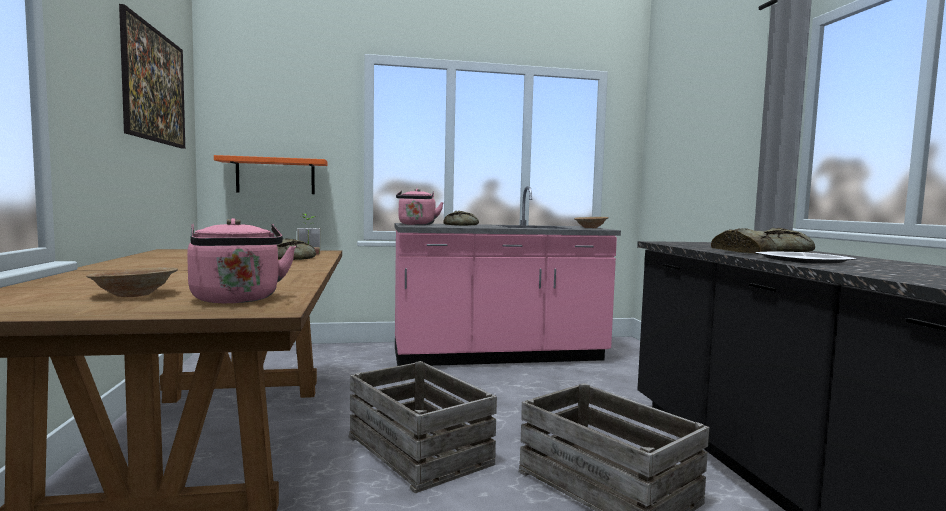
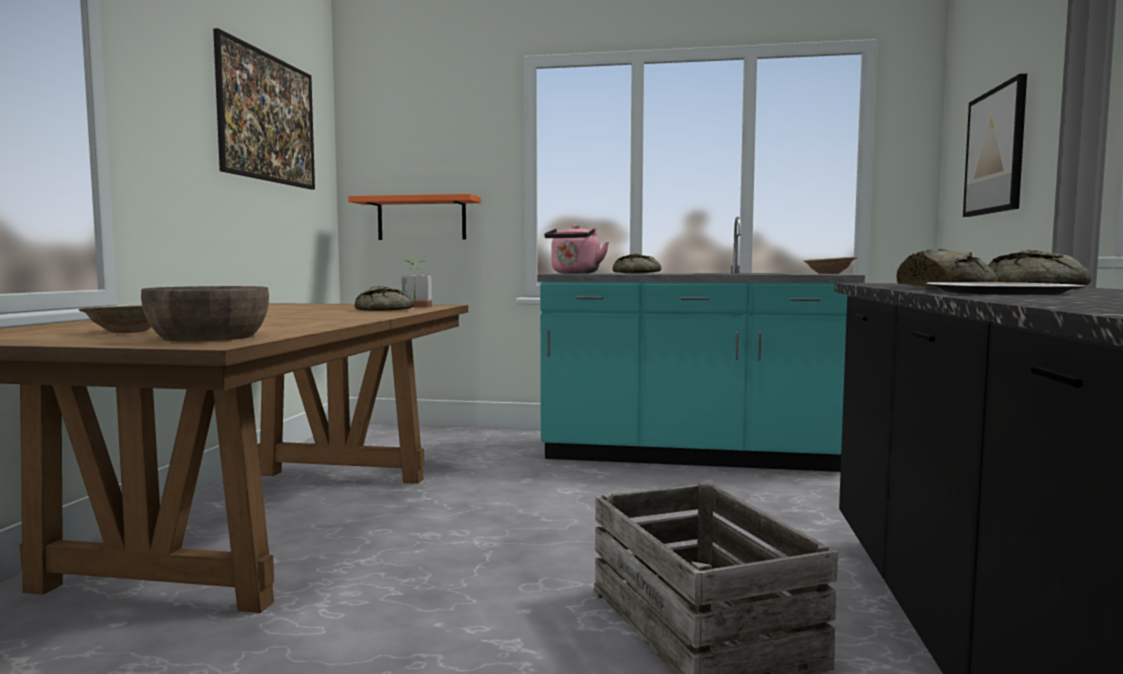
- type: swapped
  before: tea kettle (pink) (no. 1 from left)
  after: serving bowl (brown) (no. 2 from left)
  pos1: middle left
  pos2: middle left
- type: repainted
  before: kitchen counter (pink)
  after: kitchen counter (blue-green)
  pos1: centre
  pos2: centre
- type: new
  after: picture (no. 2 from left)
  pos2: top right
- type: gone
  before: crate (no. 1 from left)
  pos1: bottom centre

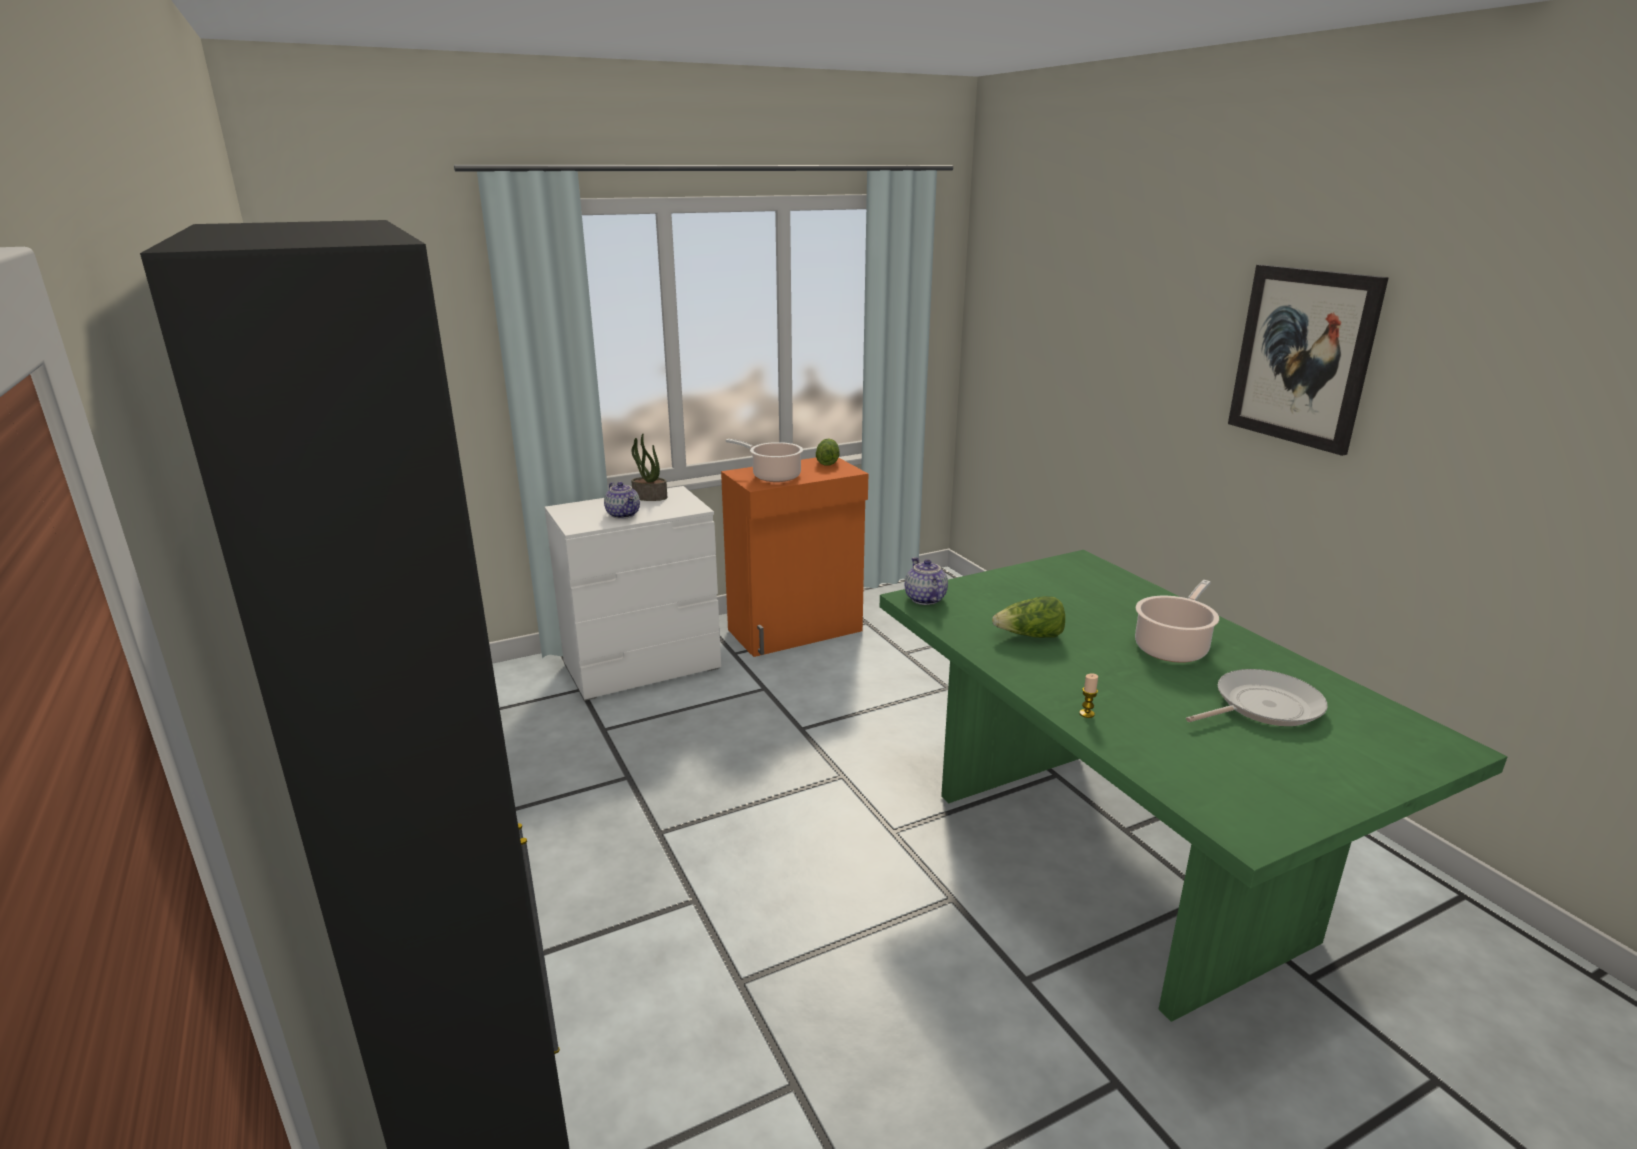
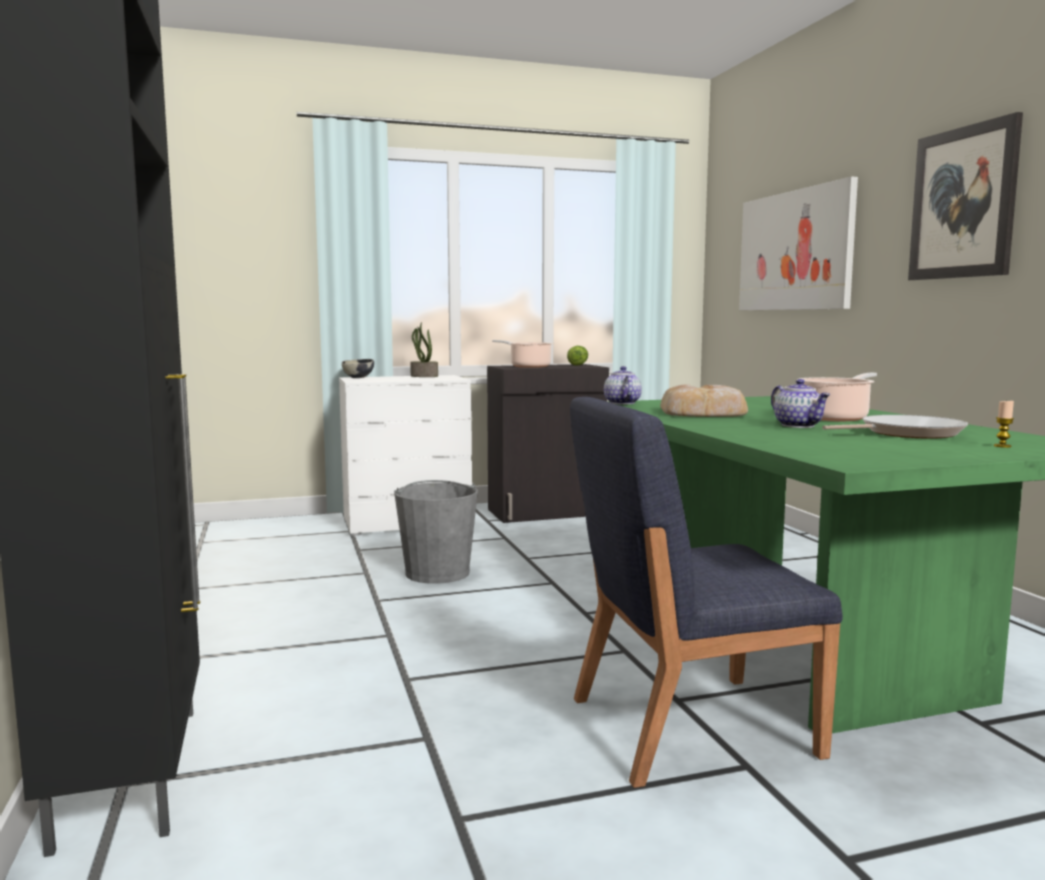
- type: new
  after: serving bowl
  pos2: centre
- type: new
  after: water bucket (grey)
  pos2: centre
- type: repainted
  before: storage cabinet (orangey)
  after: storage cabinet (black-coloured) (no. 2 from left)
  pos1: centre
  pos2: centre
- type: new
  after: upright chair (blue)
  pos2: bottom right
- type: swapped
  before: lettuce (no. 2 from left)
  after: baked bread
  pos1: centre
  pos2: middle right
- type: new
  after: picture (no. 1 from left)
  pos2: top right
- type: shifted
  before: teapot (no. 1 from left in the first image)
  after: teapot (no. 2 from left)
  pos1: centre
  pos2: middle right
- type: shifted
  before: wax light
  pos1: centre
  pos2: middle right

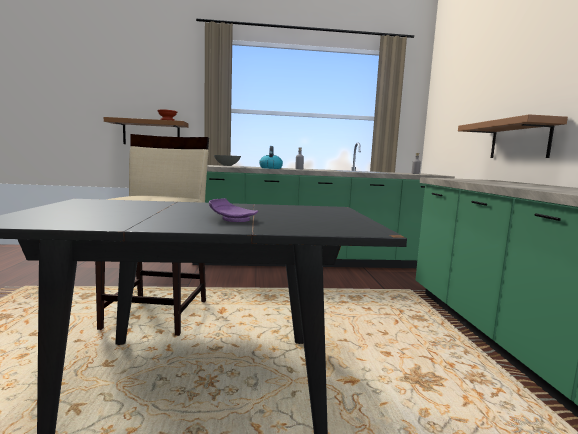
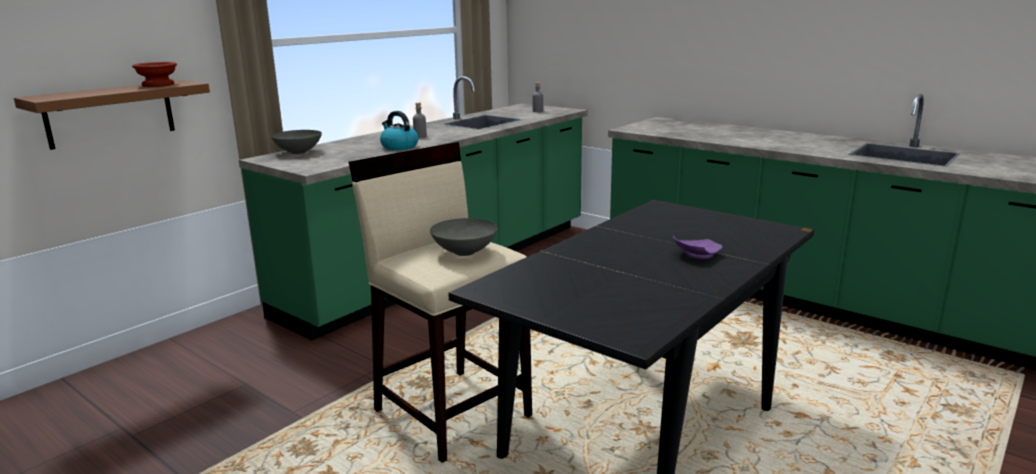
- type: new
  after: serving bowl (grey) (no. 2 from left)
  pos2: centre
- type: gone
  before: shelf (brown) (no. 2 from left)
  pos1: top right

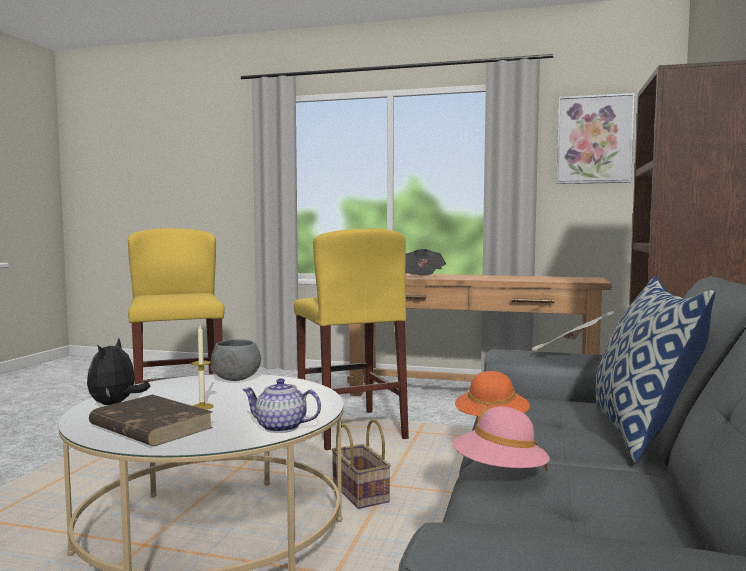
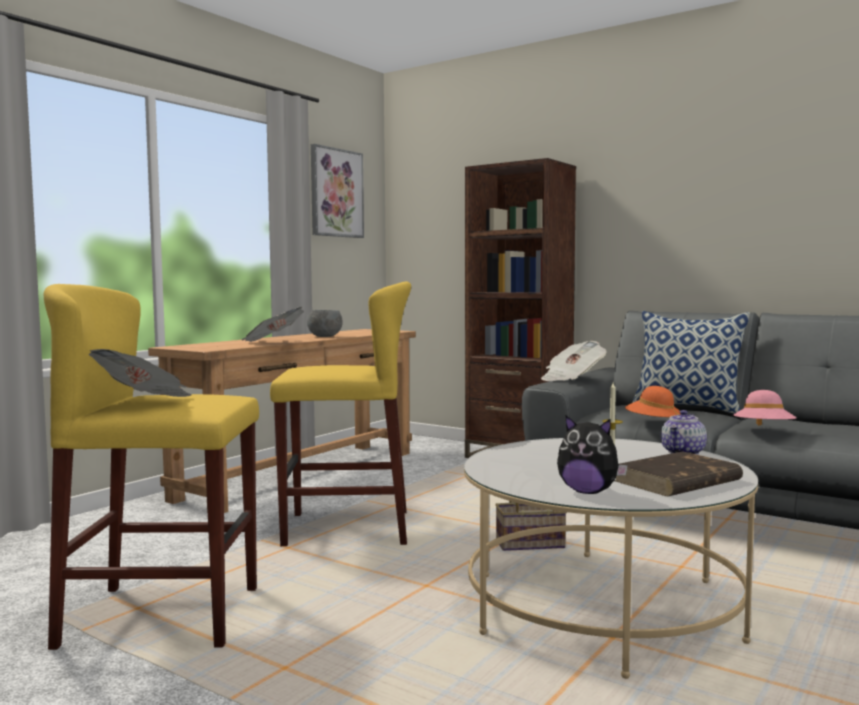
- type: new
  after: newspaper (no. 1 from left)
  pos2: middle left
- type: shifted
  before: serving bowl (grey)
  pos1: middle left
  pos2: centre

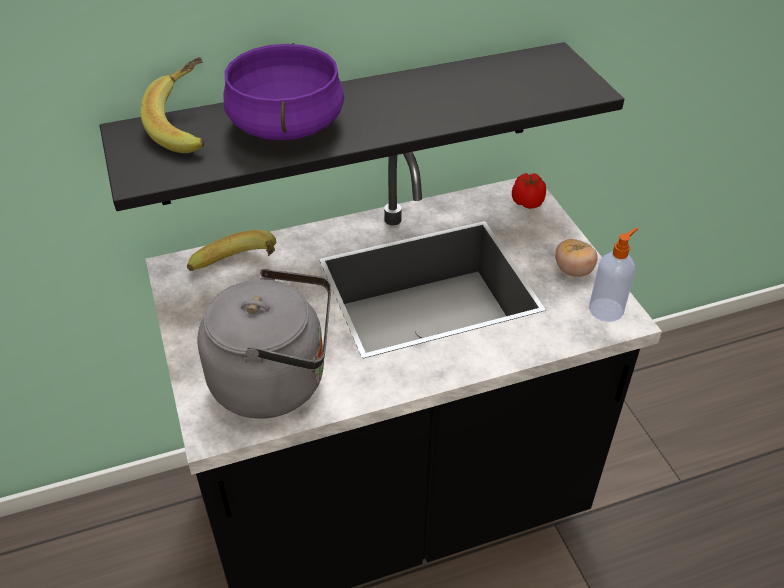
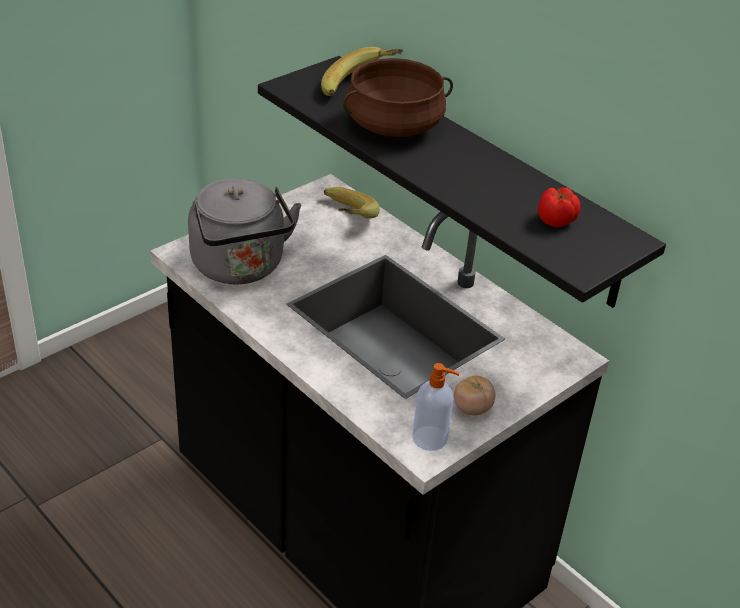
- type: repainted
  before: saucepot (purplish)
  after: saucepot (brown)
  pos1: top centre
  pos2: top centre
- type: shifted
  before: whole tomato (no. 1 from left in the first image)
  after: whole tomato (no. 2 from left)
  pos1: top right
  pos2: middle right

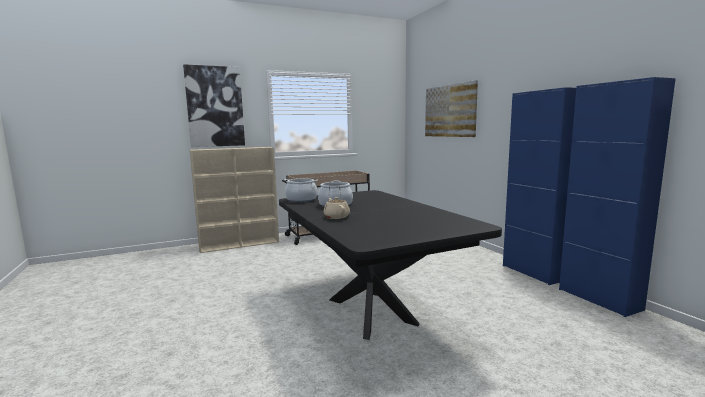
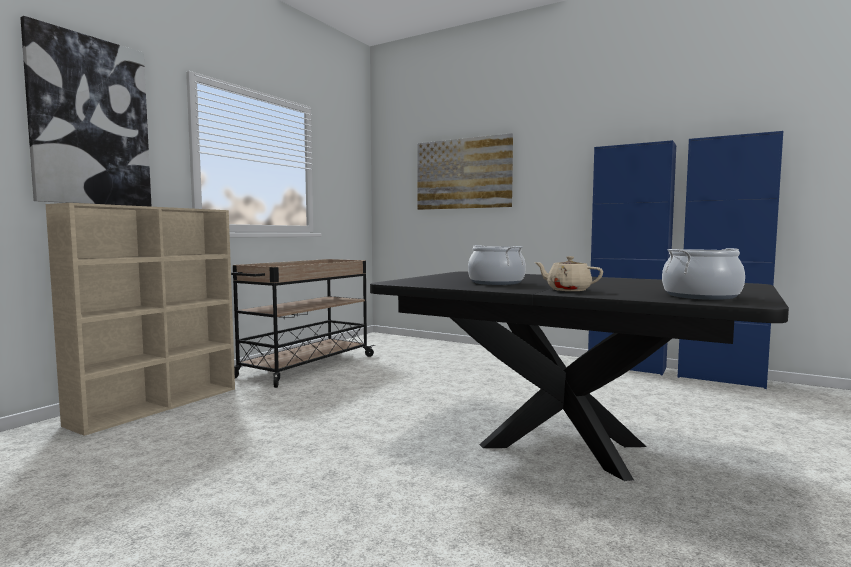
- type: shifted
  before: saucepot (no. 1 from left in the first image)
  after: saucepot (no. 2 from left)
  pos1: centre
  pos2: middle right

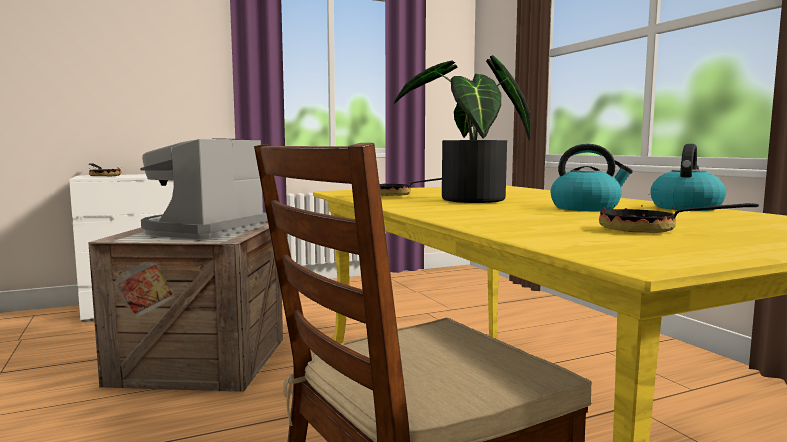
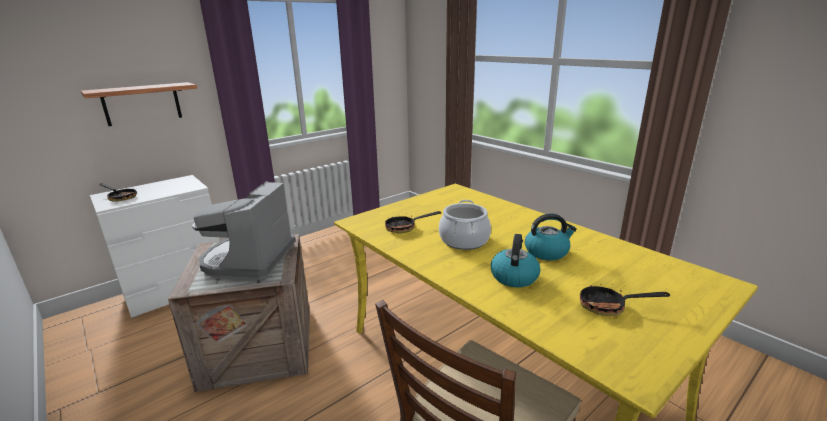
- type: new
  after: shelf
  pos2: top left
- type: swapped
  before: houseplant
  after: saucepot
  pos1: top centre
  pos2: centre
- type: shifted
  before: tea kettle (no. 2 from left in the first image)
  after: tea kettle (no. 1 from left)
  pos1: middle right
  pos2: centre

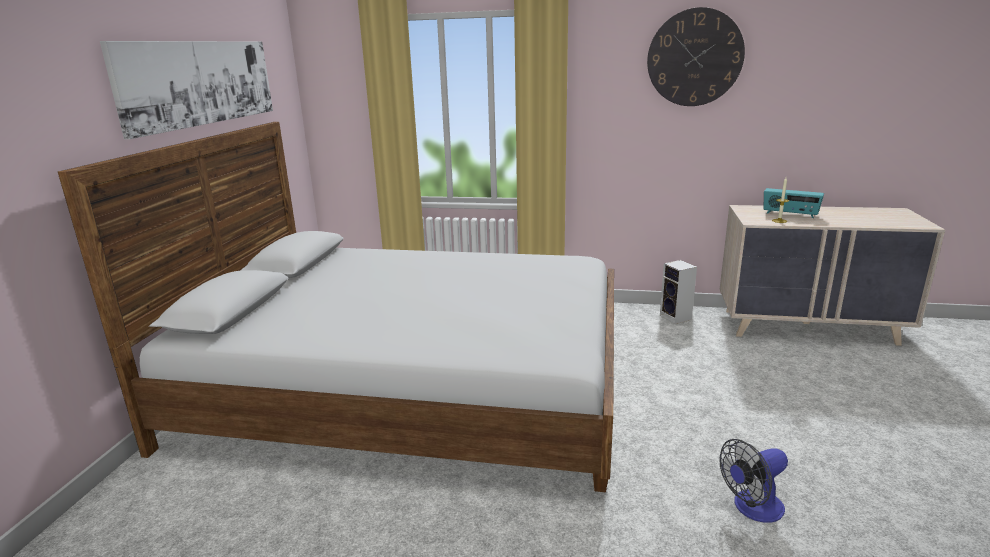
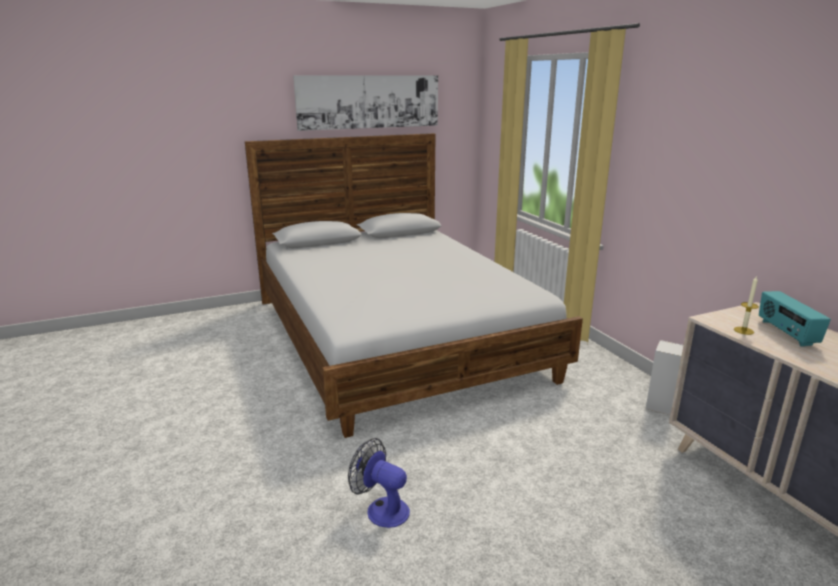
- type: gone
  before: clock on the wall
  pos1: top right

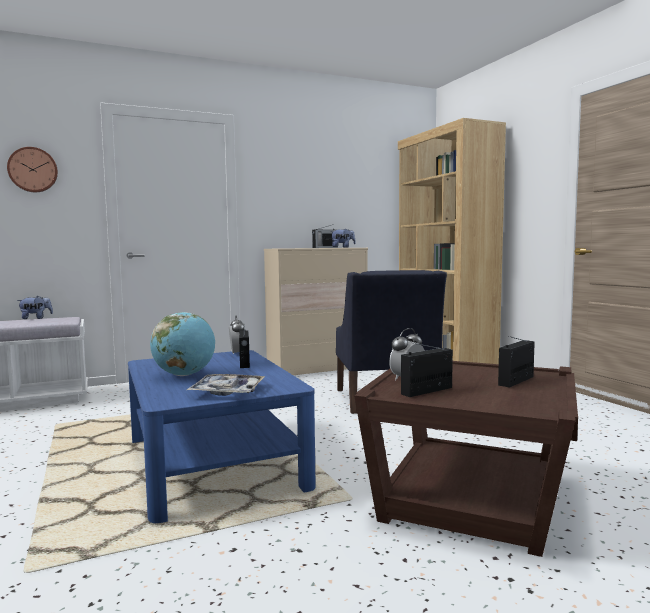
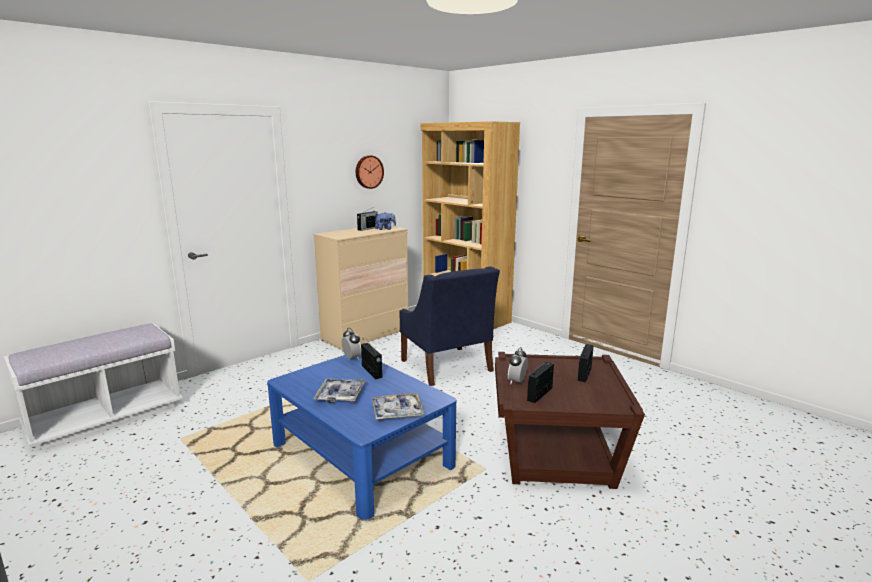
- type: swapped
  before: desk globe
  after: carrying tray (no. 1 from left)
  pos1: middle left
  pos2: bottom centre
- type: shifted
  before: clock on the wall
  pos1: top left
  pos2: top centre
- type: gone
  before: soft toy (no. 1 from left)
  pos1: middle left

